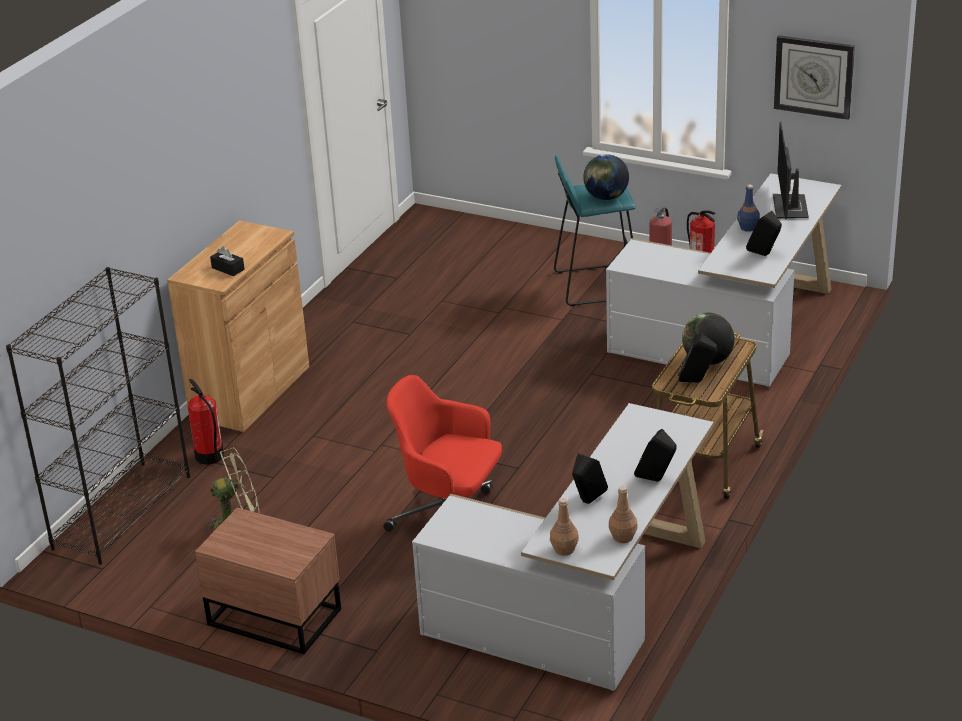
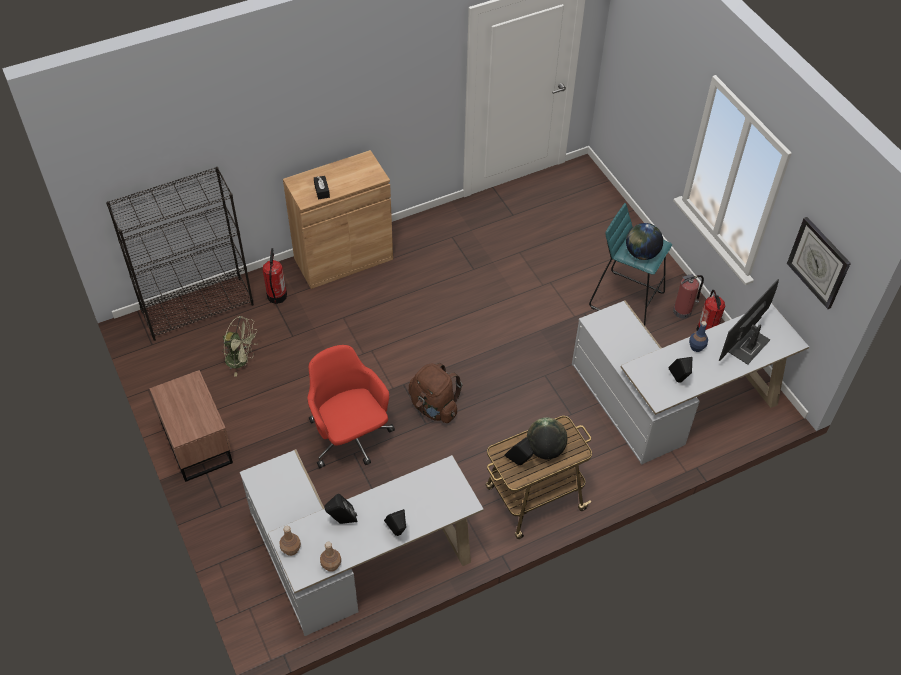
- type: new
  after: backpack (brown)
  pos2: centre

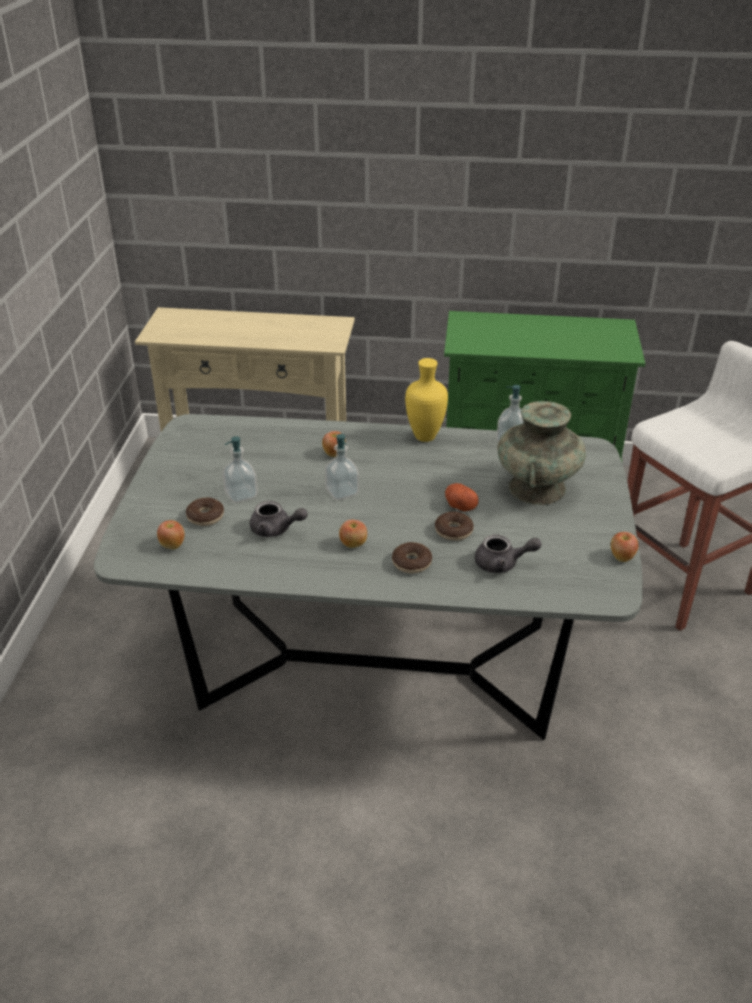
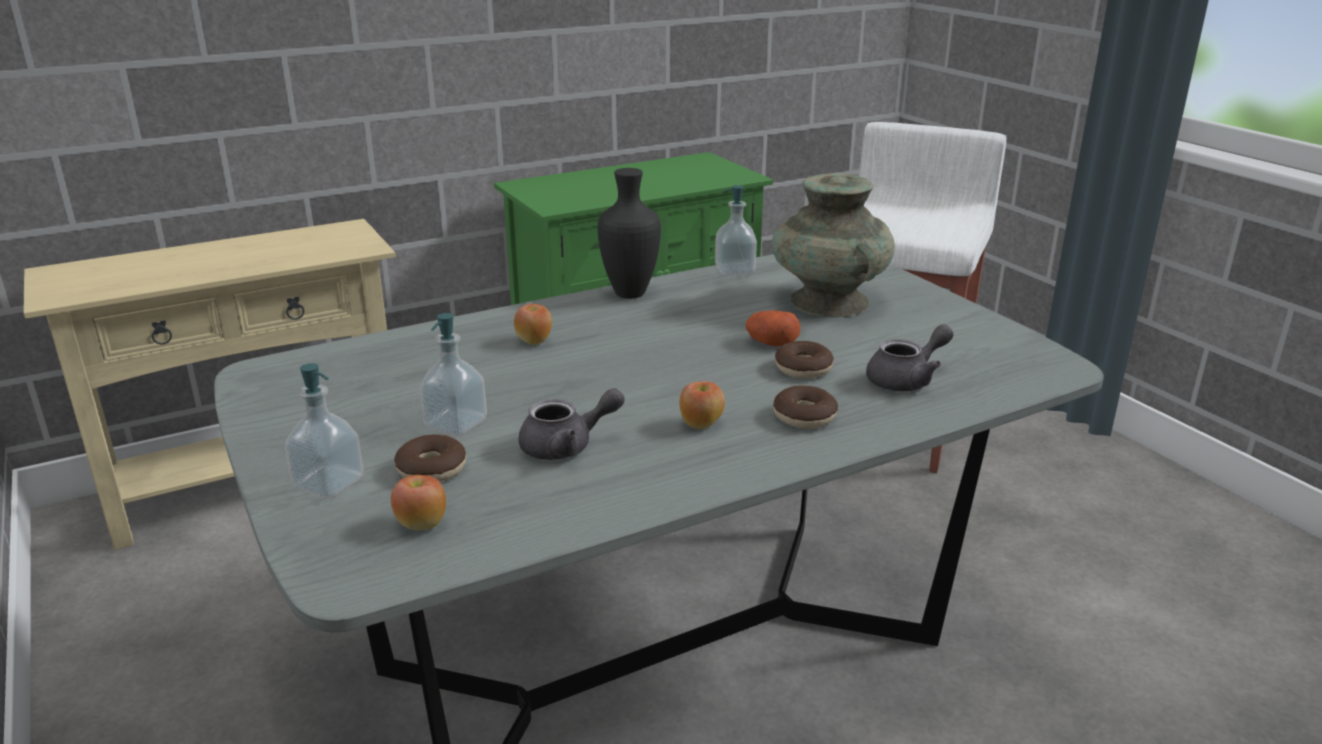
- type: shifted
  before: liquid soap bottle (no. 2 from left in the first image)
  after: liquid soap bottle (no. 1 from left)
  pos1: centre
  pos2: middle left
- type: repainted
  before: flower vase (yellow-coloured)
  after: flower vase (black-coloured)
  pos1: centre
  pos2: top centre
- type: gone
  before: apple fruit (no. 4 from left)
  pos1: middle right

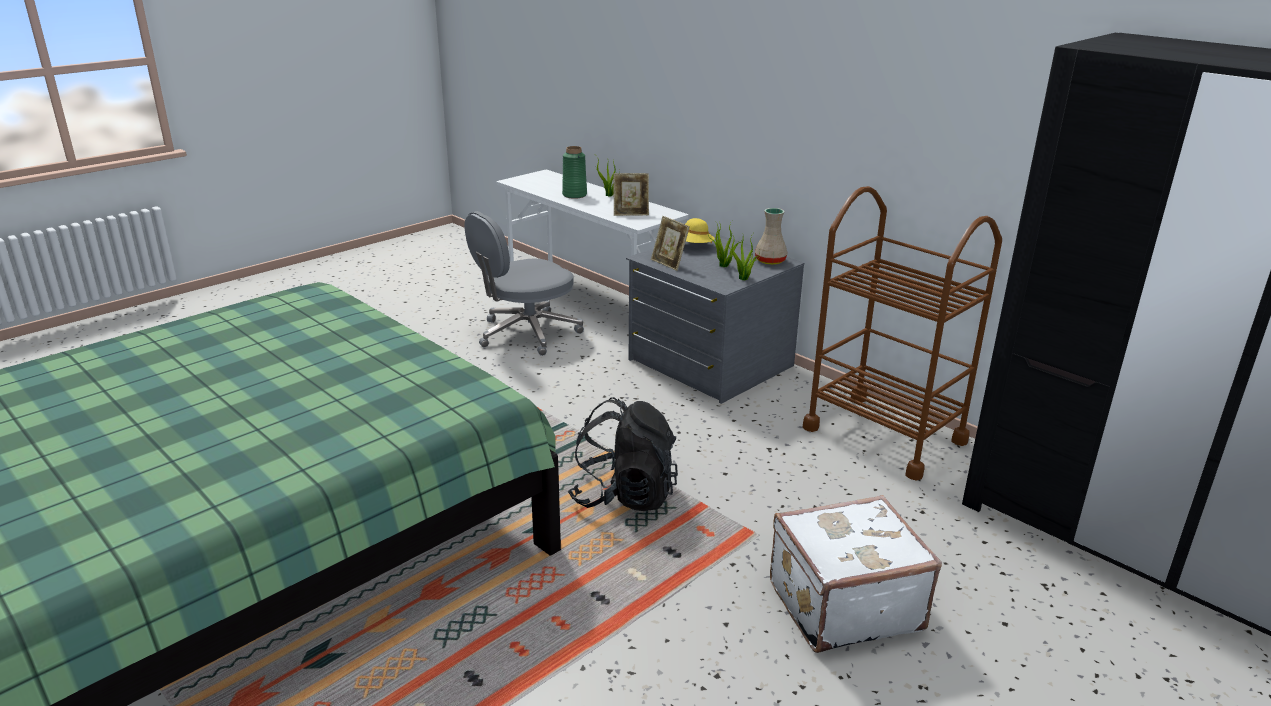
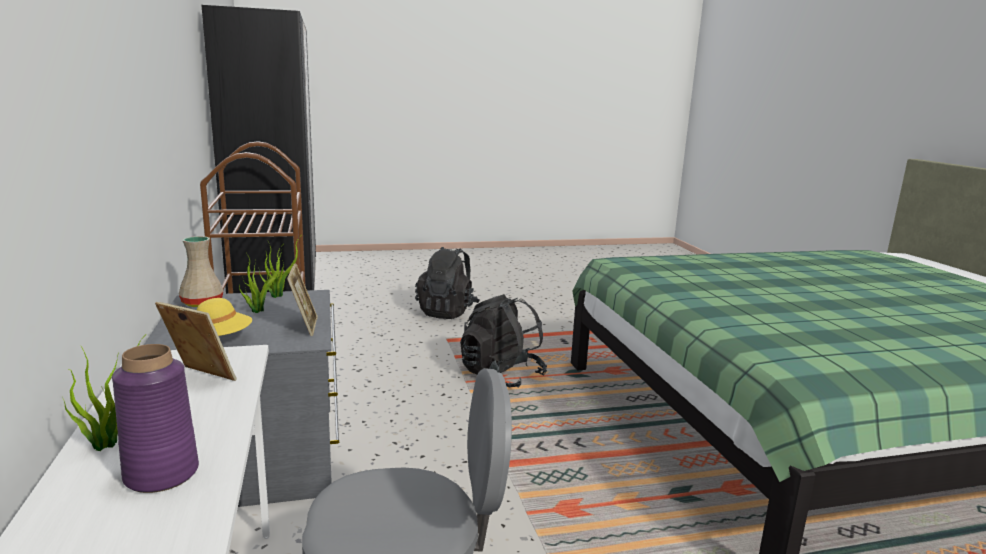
- type: repainted
  before: flower vase (green)
  after: flower vase (purplish)
  pos1: top centre
  pos2: bottom left
- type: swapped
  before: piece of luggage (whitish)
  after: backpack (black-coloured) (no. 1 from left)
  pos1: bottom right
  pos2: centre

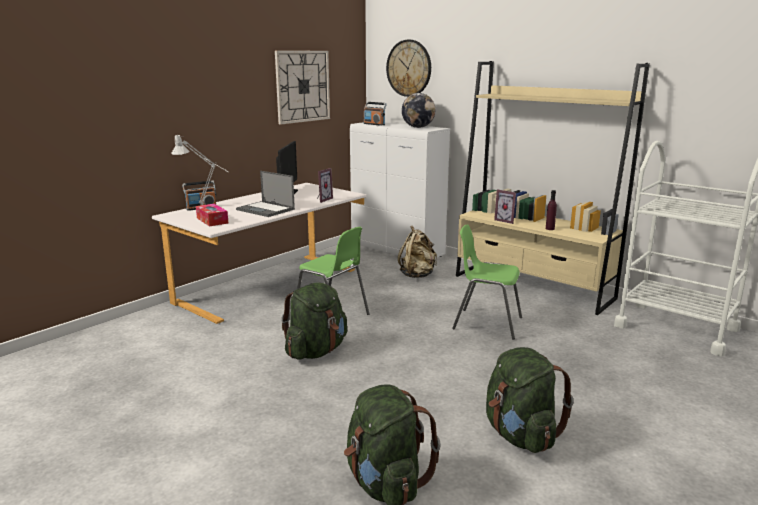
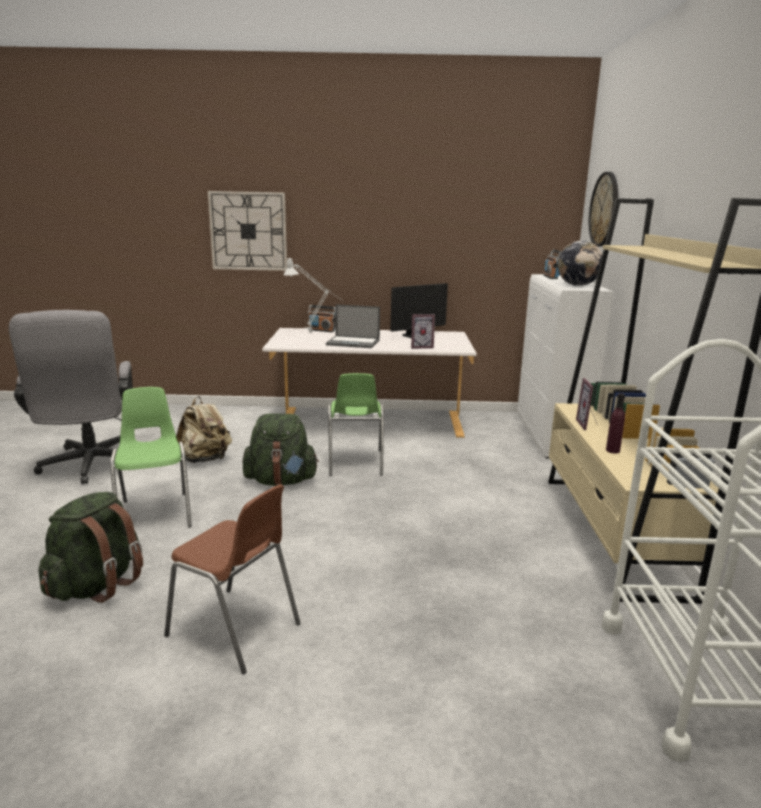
- type: new
  after: desk chair (grey)
  pos2: middle left
- type: shifted
  before: upright chair (green) (no. 2 from left in the first image)
  after: upright chair (green) (no. 1 from left)
  pos1: centre
  pos2: middle left
- type: swapped
  before: backpack (green) (no. 3 from left)
  after: upright chair (brown)
  pos1: bottom right
  pos2: bottom left
- type: shifted
  before: backpack (sand-coloured)
  pos1: centre
  pos2: middle left
- type: shifted
  before: clock on the wall (no. 1 from left)
  pos1: top centre
  pos2: top left
- type: rotated
  before: portable computer
  pos1: centre
  pos2: centre
  turn: -75
- type: gone
  before: tissue holder
  pos1: middle left

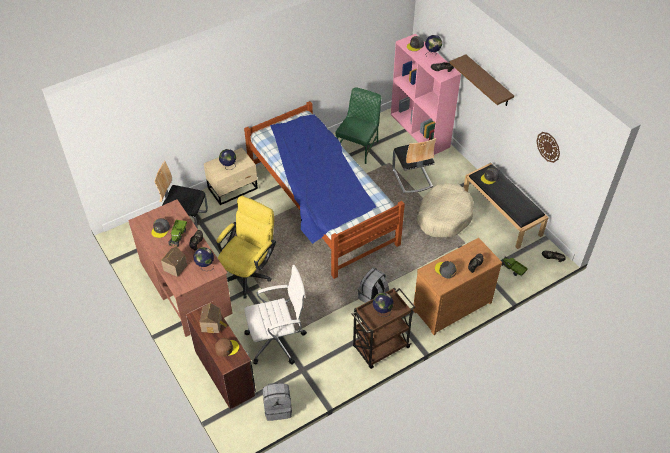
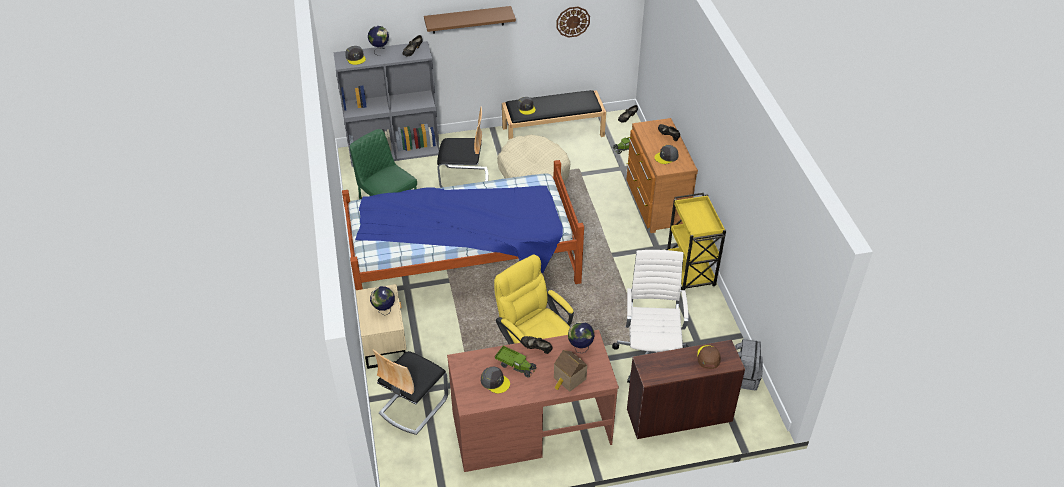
- type: repainted
  before: shelving unit (pink)
  after: shelving unit (grey)
  pos1: top centre
  pos2: top centre
- type: repainted
  before: trolley (brown)
  after: trolley (yellow-coloured)
  pos1: bottom centre
  pos2: centre
- type: gone
  before: toy house (no. 2 from left)
  pos1: bottom left
- type: gone
  before: backpack (grey) (no. 2 from left)
  pos1: centre
- type: gone
  before: desk globe (no. 3 from left)
  pos1: bottom centre

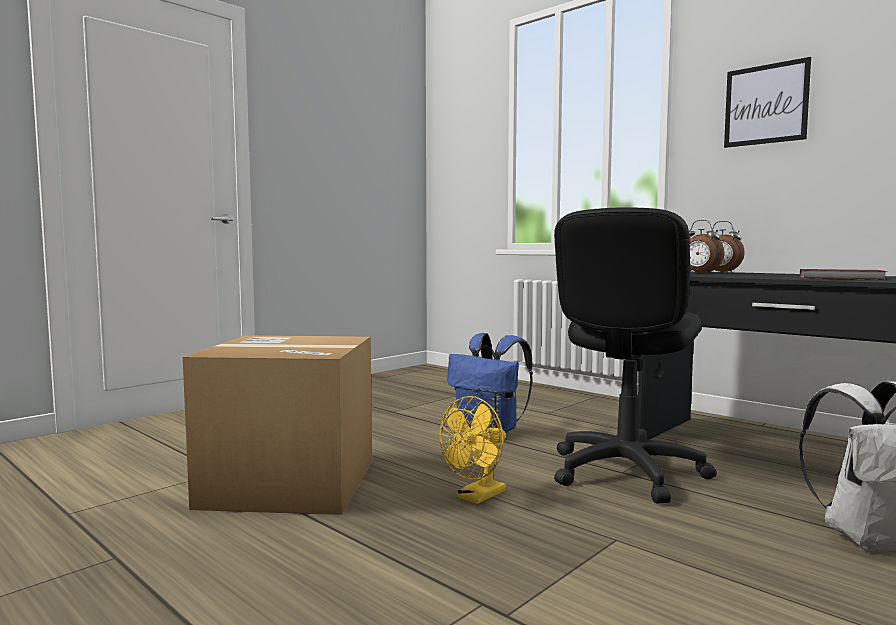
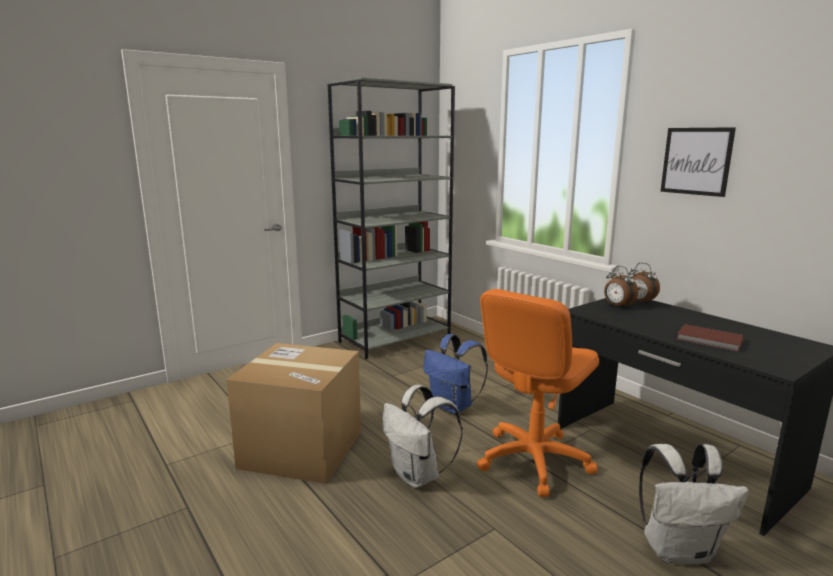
- type: new
  after: shelving unit (grey)
  pos2: centre
- type: swapped
  before: fan (yellow-coloured)
  after: backpack (whitish) (no. 1 from left)
  pos1: bottom centre
  pos2: bottom centre
- type: repainted
  before: desk chair (black-coloured)
  after: desk chair (orangey)
  pos1: middle right
  pos2: bottom centre

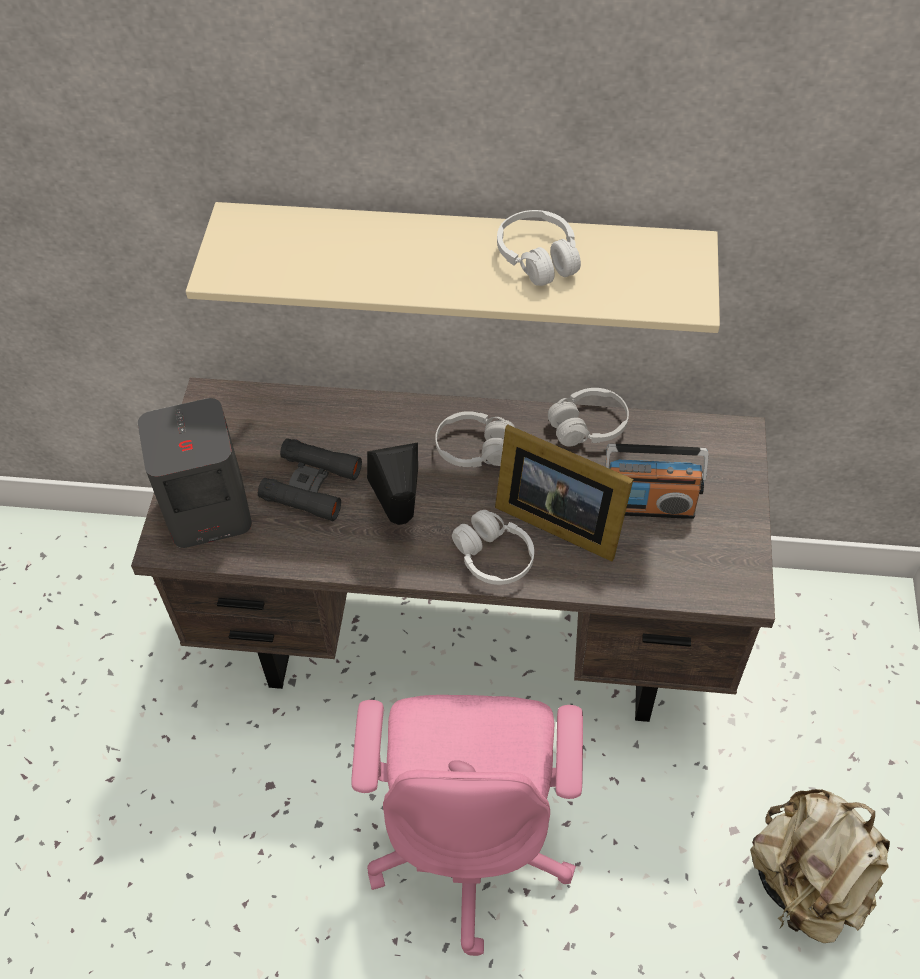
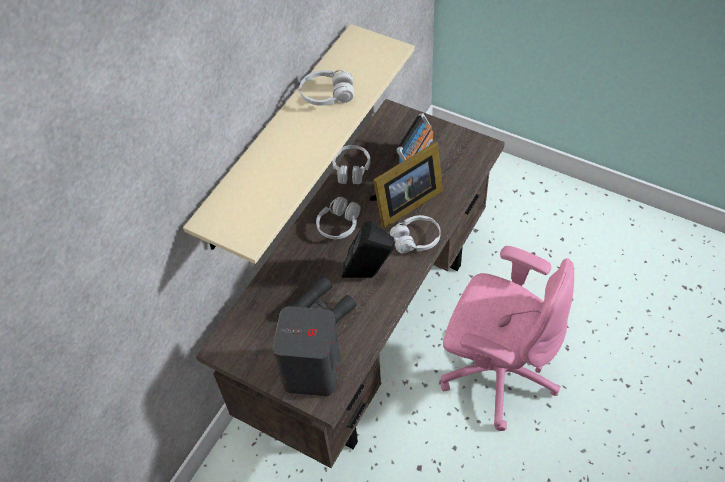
- type: gone
  before: backpack (sand-coloured)
  pos1: bottom right

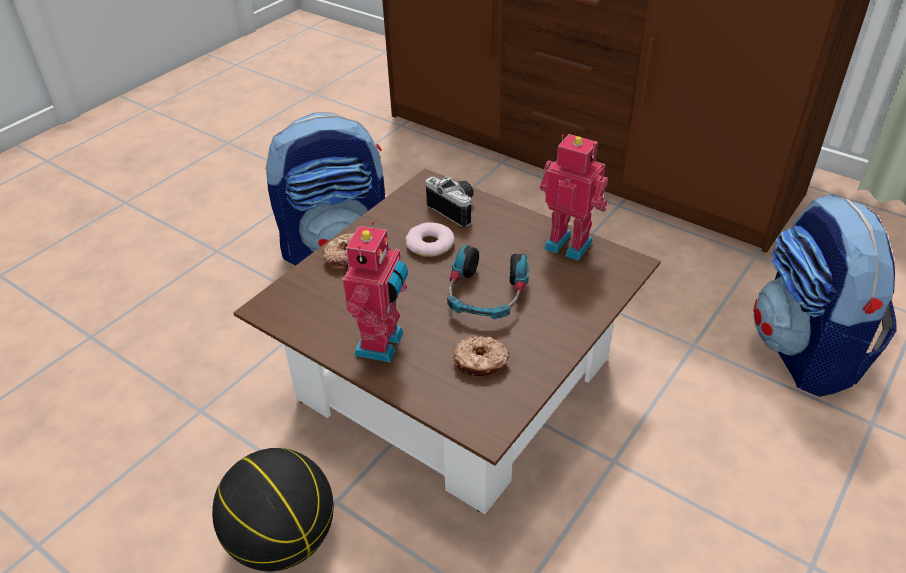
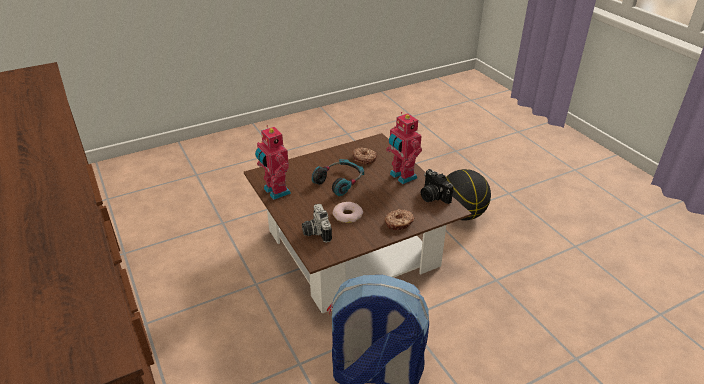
- type: rotated
  before: model robot (no. 1 from left in the first image)
  pos1: centre
  pos2: centre
  turn: -75
- type: new
  after: still camera (no. 2 from left)
  pos2: centre
- type: gone
  before: backpack (no. 2 from left)
  pos1: middle right

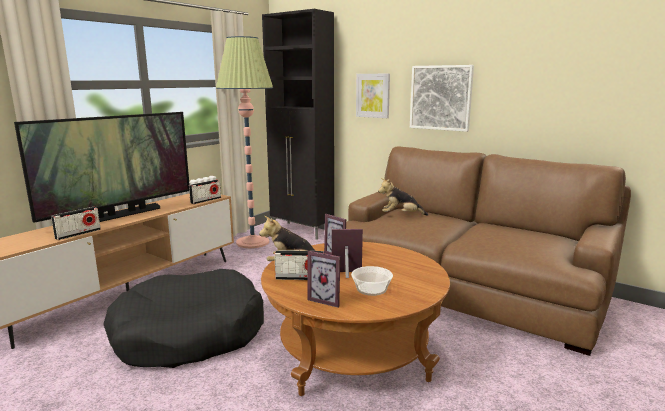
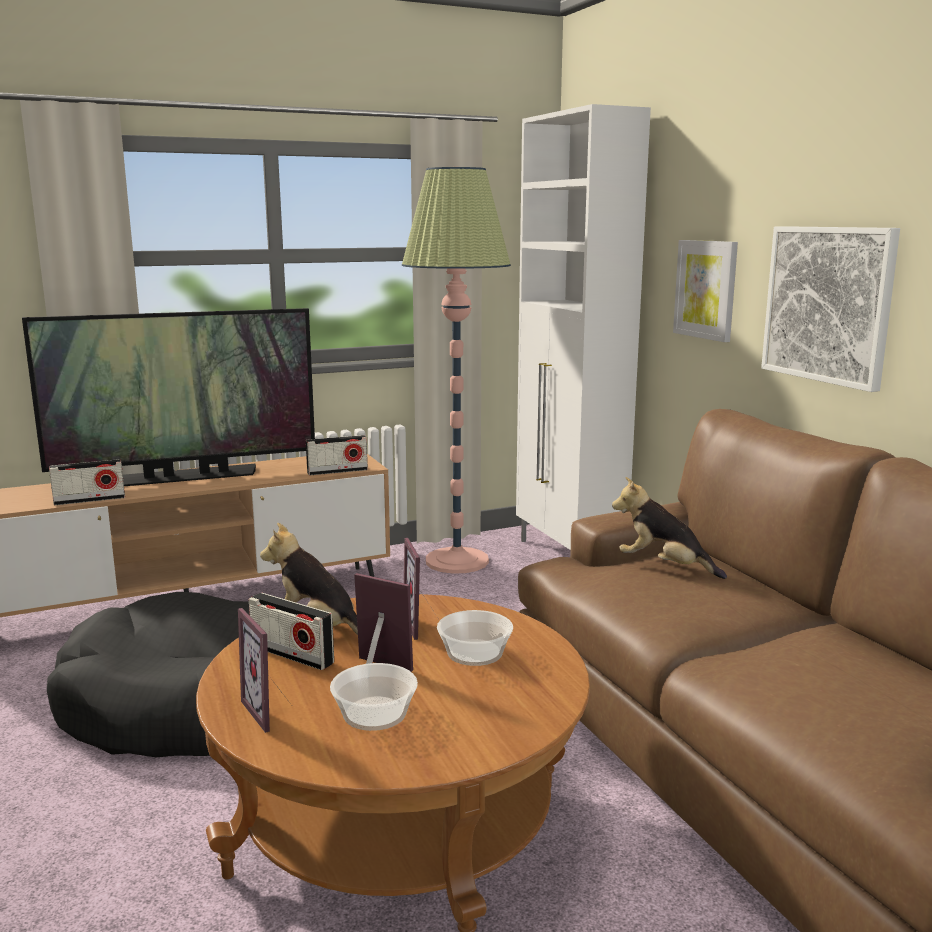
- type: new
  after: serving bowl (no. 2 from left)
  pos2: bottom centre
- type: repainted
  before: storage cabinet (black-coloured)
  after: storage cabinet (whitish)
  pos1: top centre
  pos2: centre

